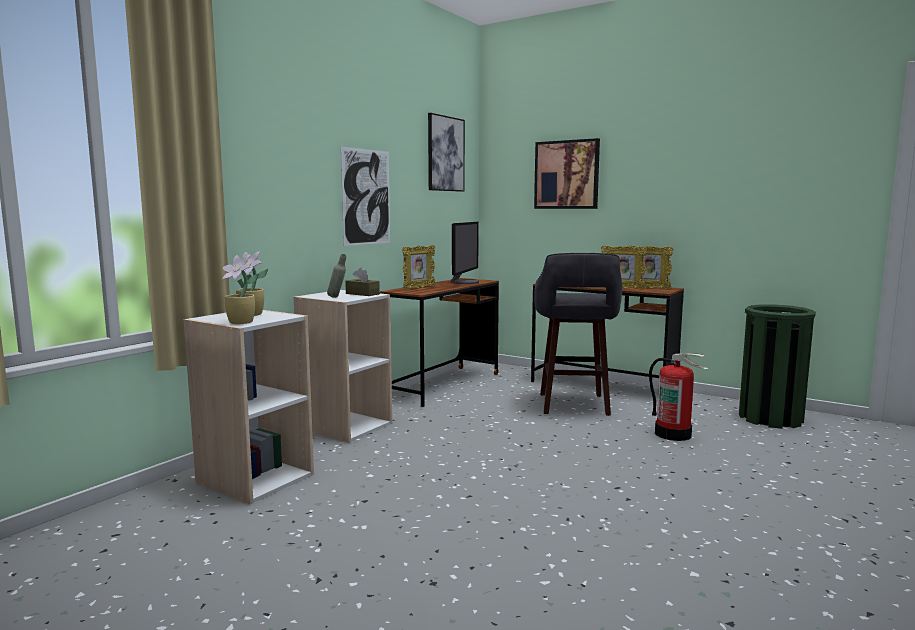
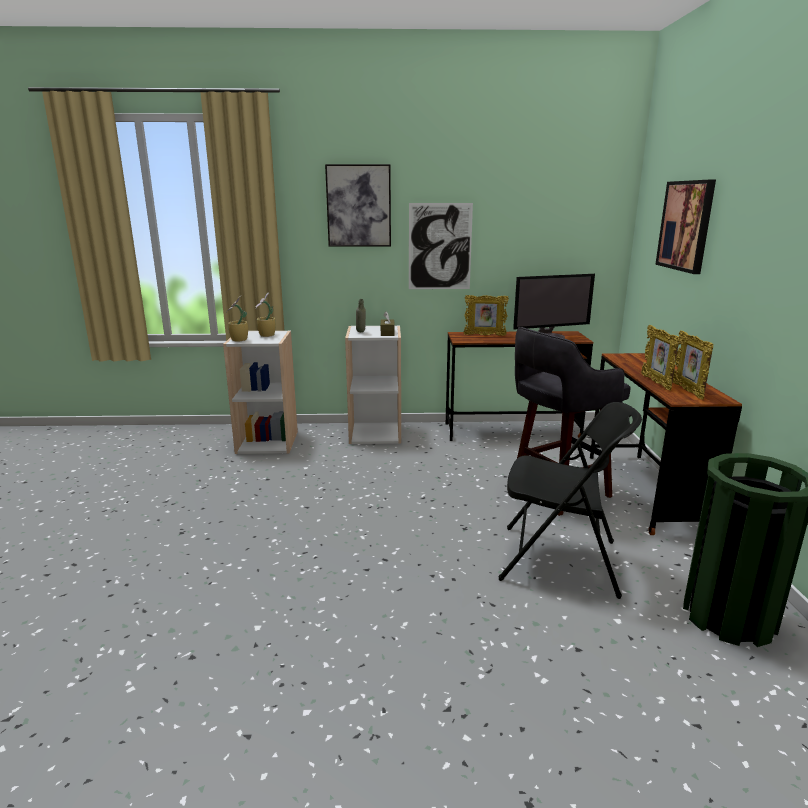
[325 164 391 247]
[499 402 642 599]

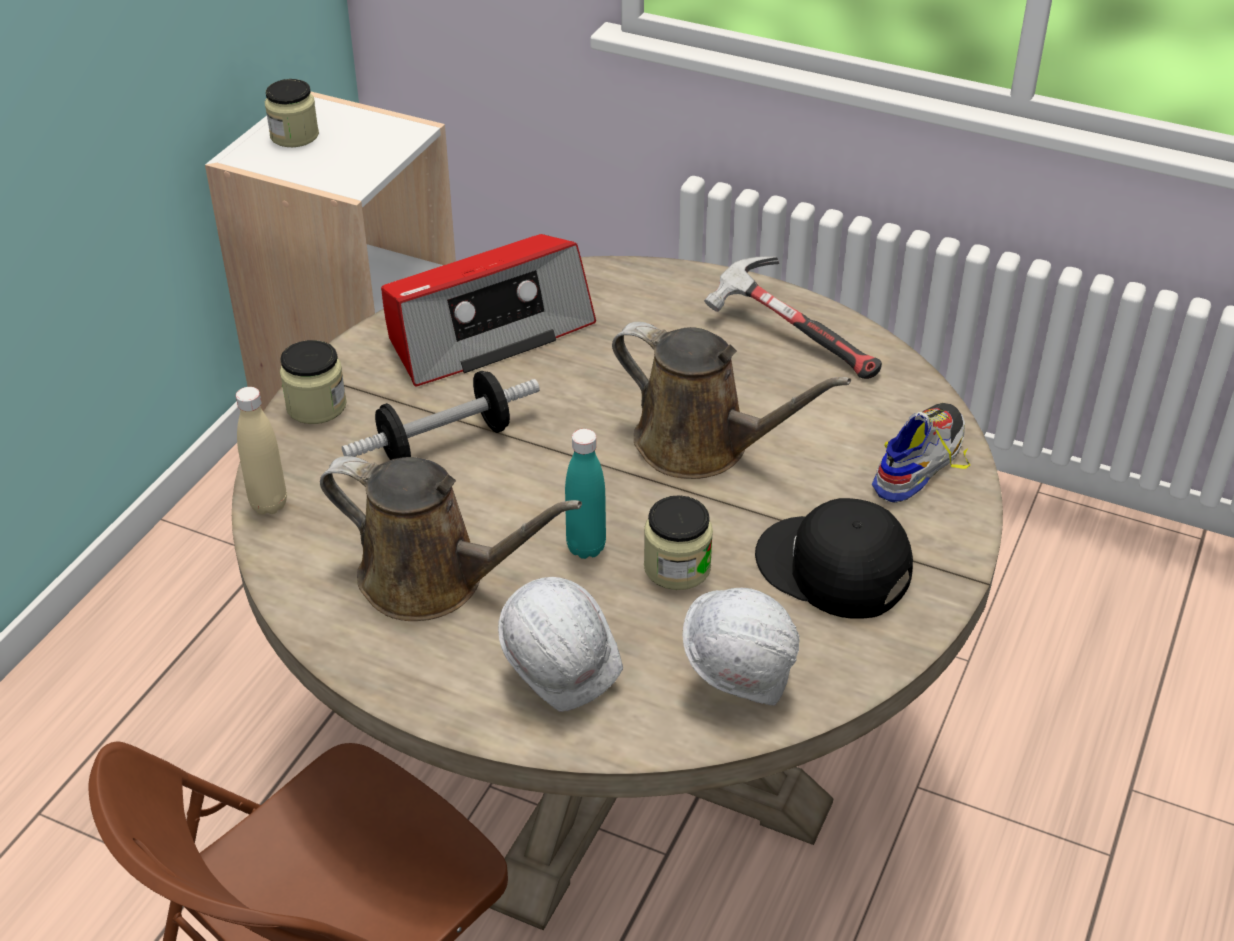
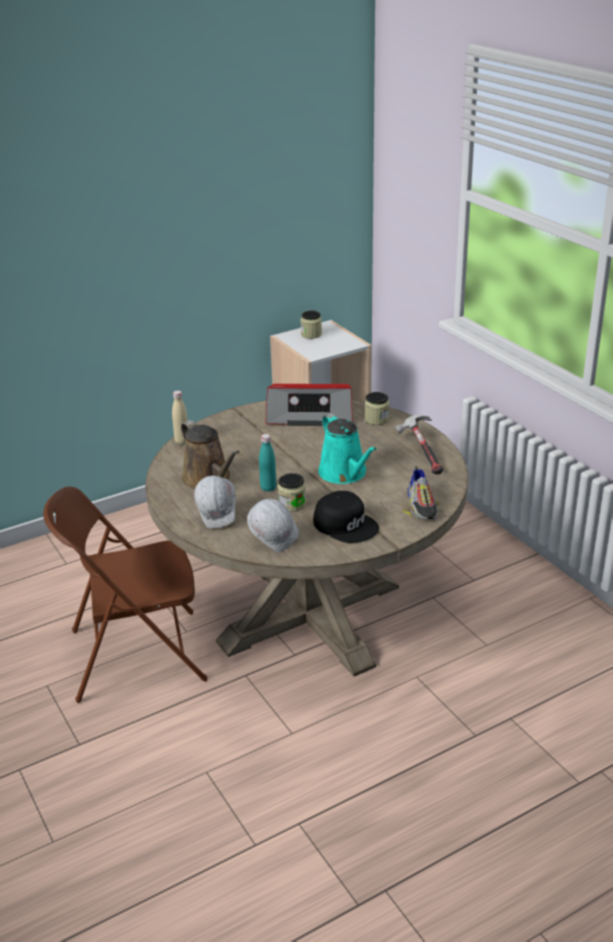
[342 371 540 460] (first image)
[365 392 389 425]
[318 413 377 484]
[313 491 379 543]
[403 467 440 520]

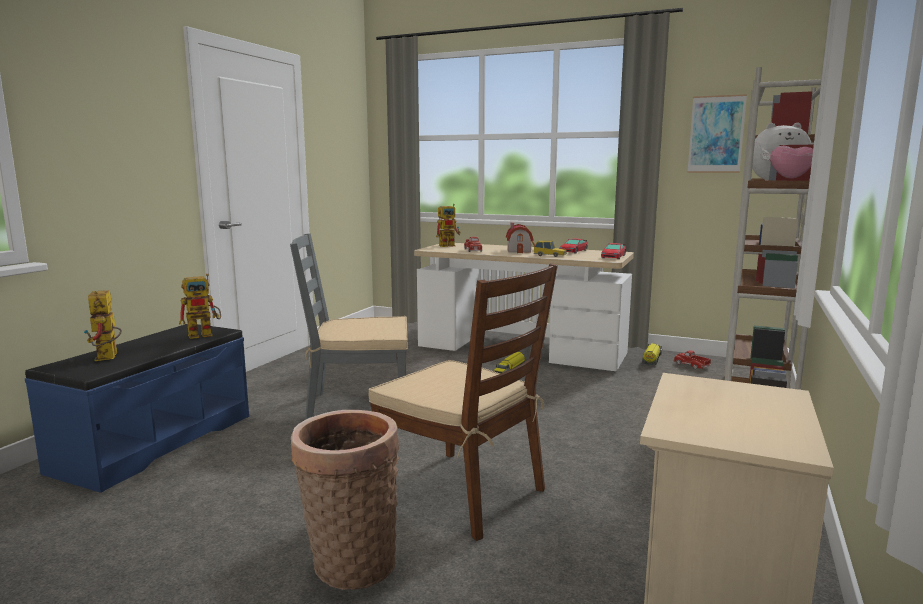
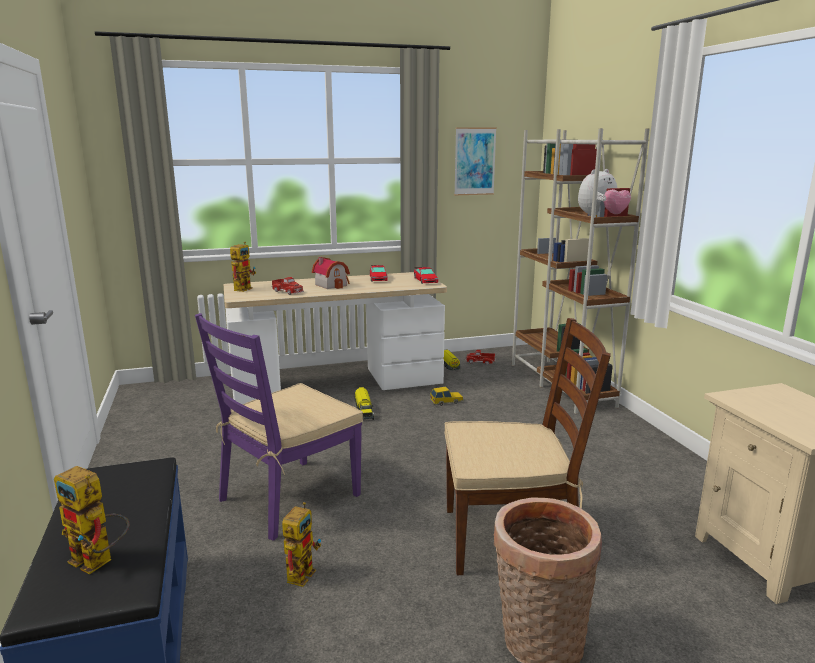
[282 502 321 587]
[430 386 463 406]
[195 313 363 541]

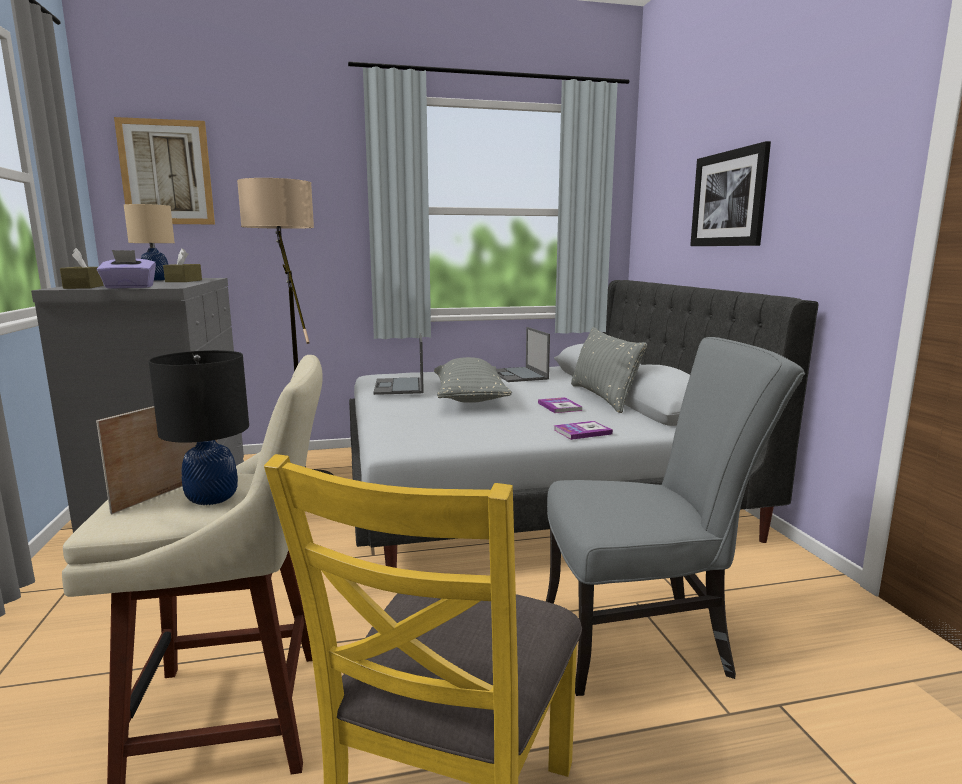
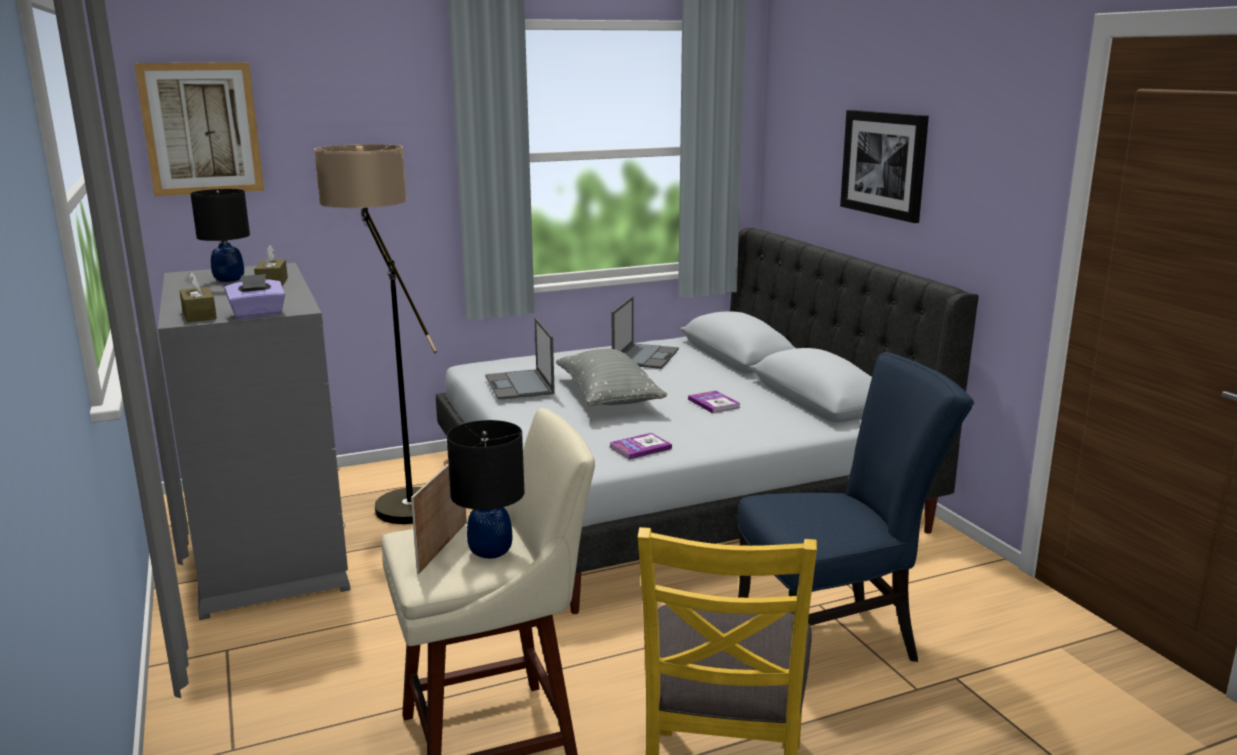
[571 327 647 413] (first image)
[609 433 672 460]
[190 189 250 282]
[738 352 974 662]
[612 296 679 369]

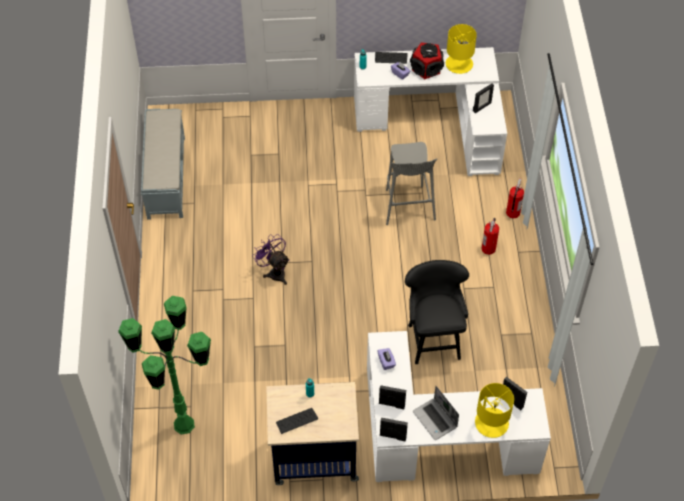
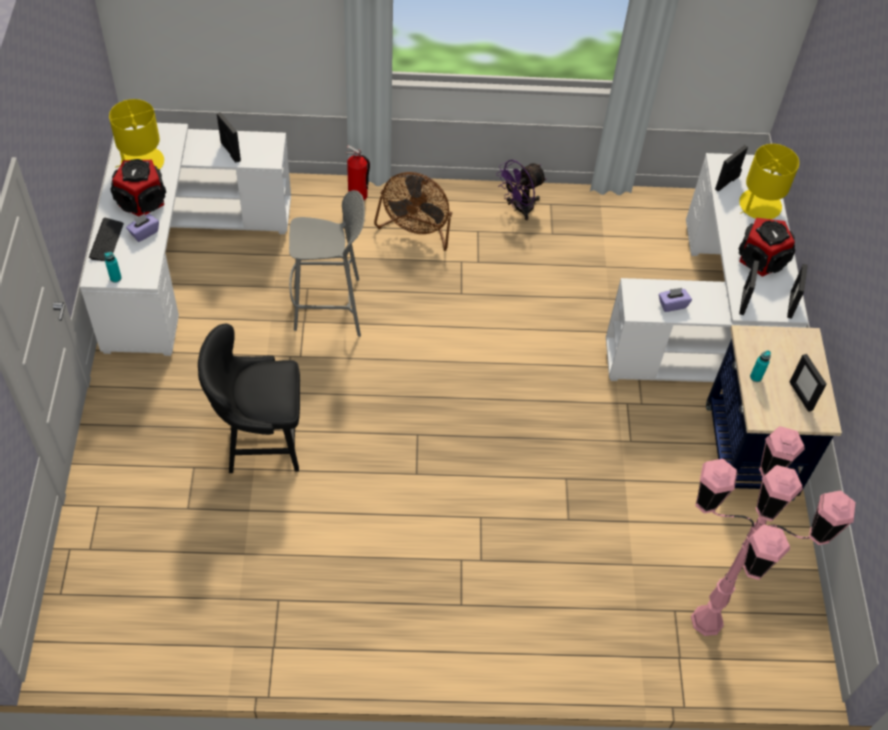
[141 109 185 220] (first image)
[496 160 547 220]
[198 324 300 473]
[789 354 827 412]
[738 218 795 277]
[374 172 452 251]
[691 426 856 636]

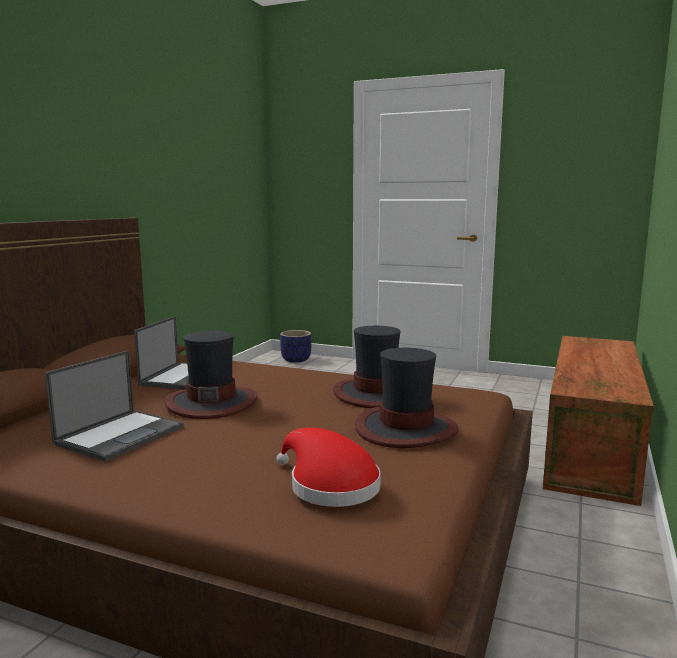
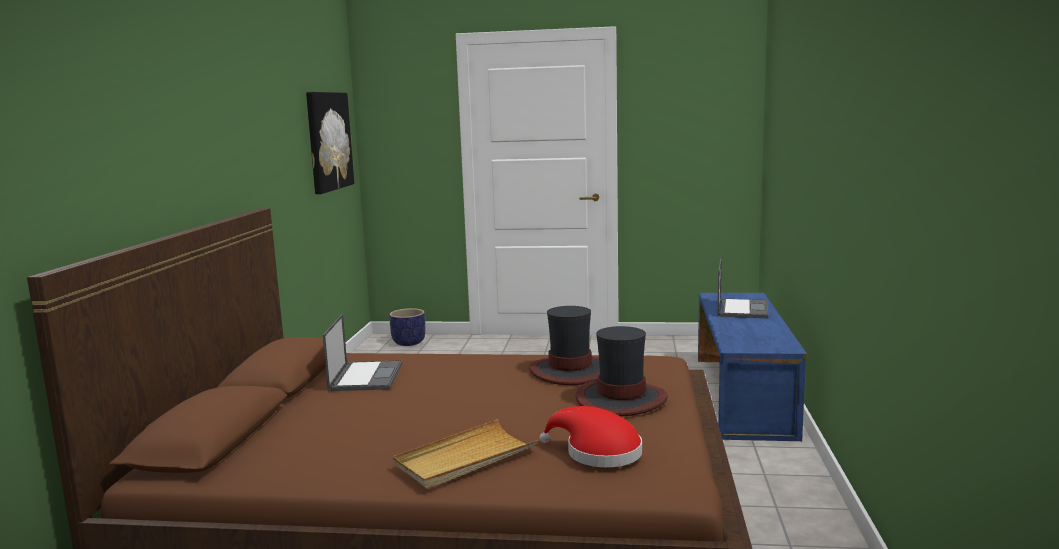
[164 331 258 419] (first image)
[306 92 354 194]
[393 419 539 489]
[717 259 769 318]
[698 293 807 441]

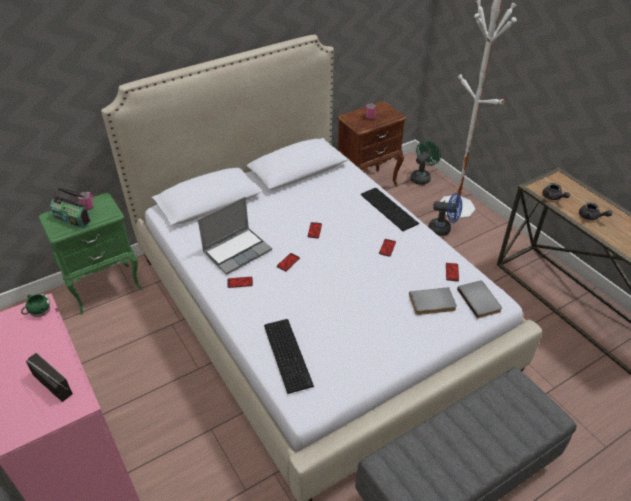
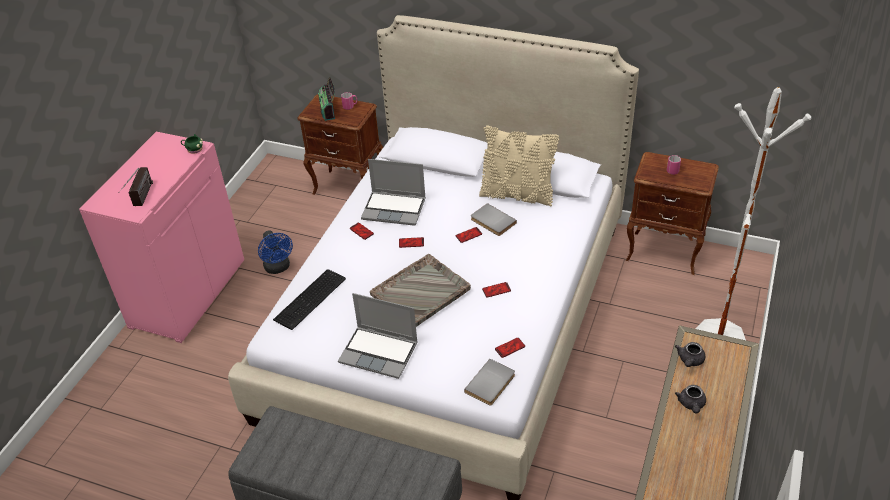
[361 188 419 231] (first image)
[410 140 441 185] (first image)
[338 293 418 379]
[370 254 471 327]
[479 125 559 206]
[471 203 517 236]
[258 230 293 274]
[298 94 383 195]

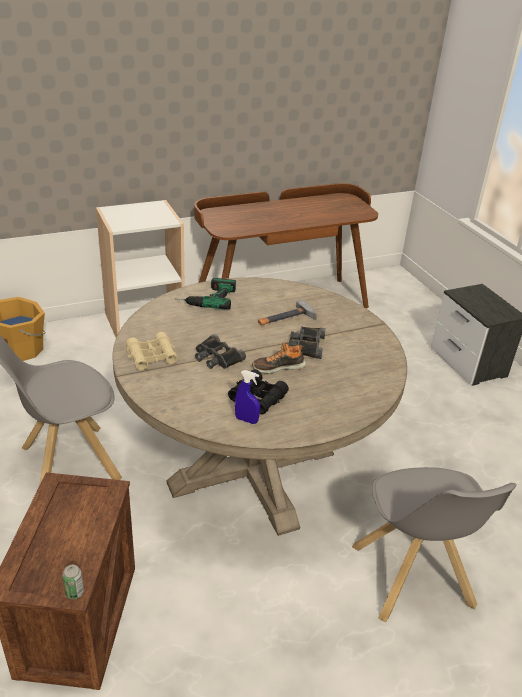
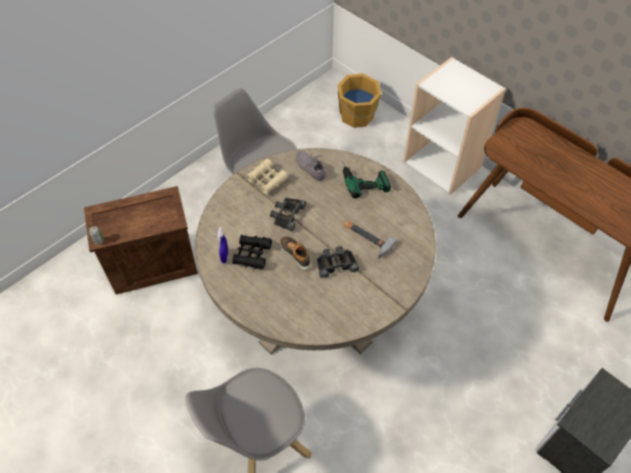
[296 151 326 181]

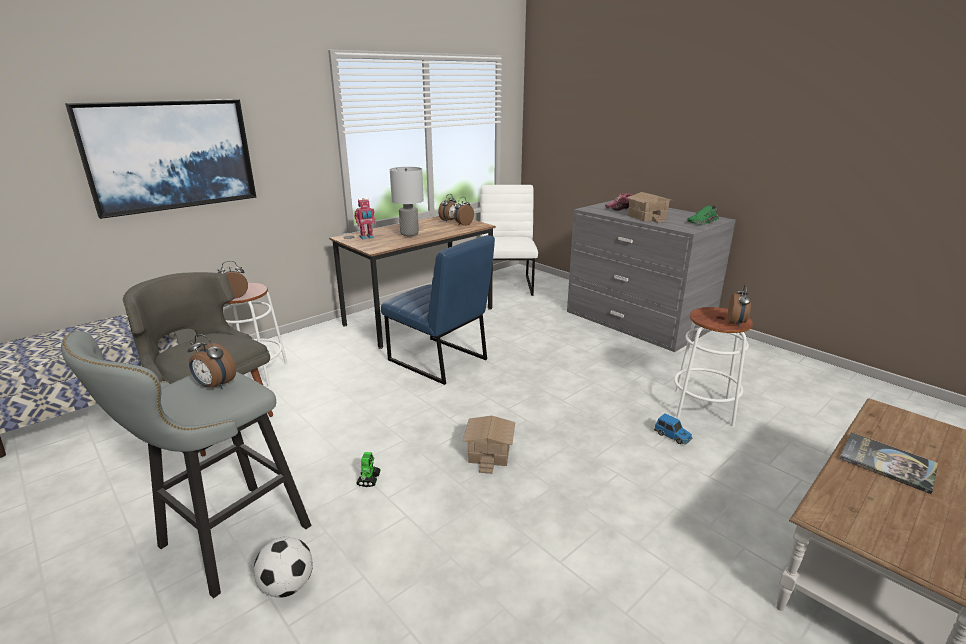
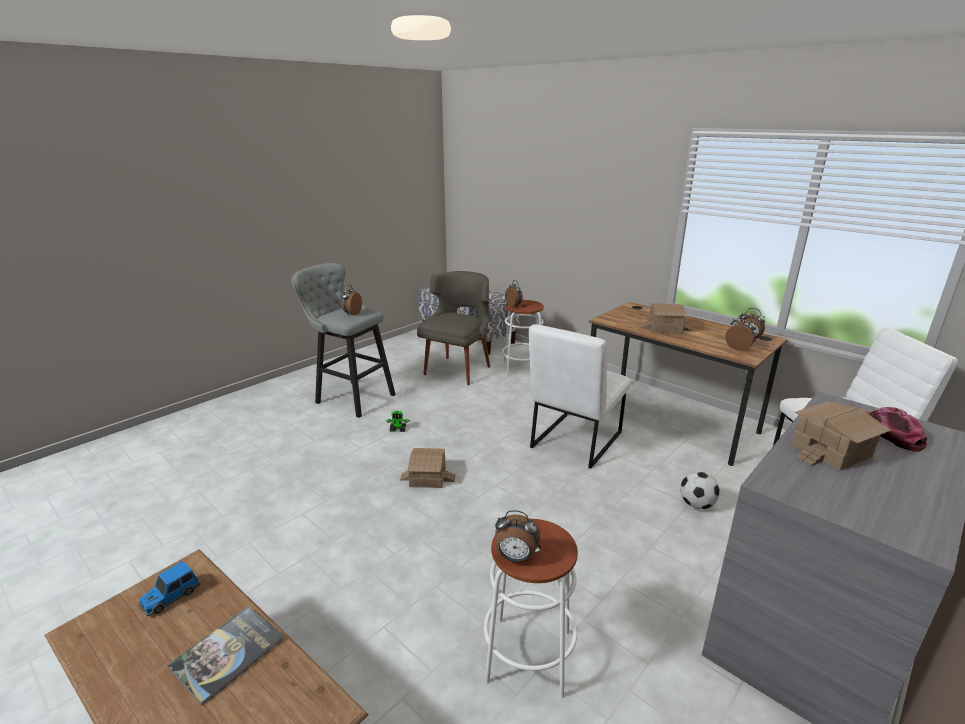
[65 99 256 219] (first image)
[354 198 376 239] (first image)
[688 206 719 224] (first image)
[680 471 720 509]
[138 561 200 616]
[639 303 691 334]
[529 324 631 469]

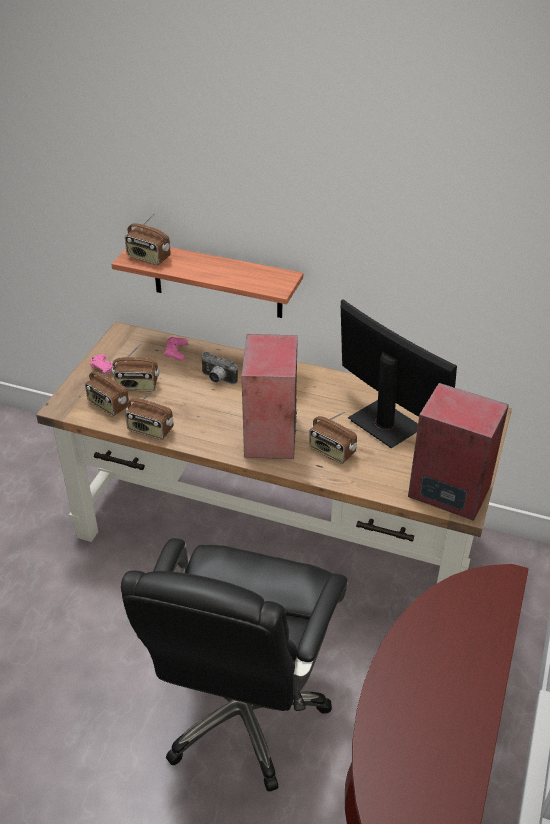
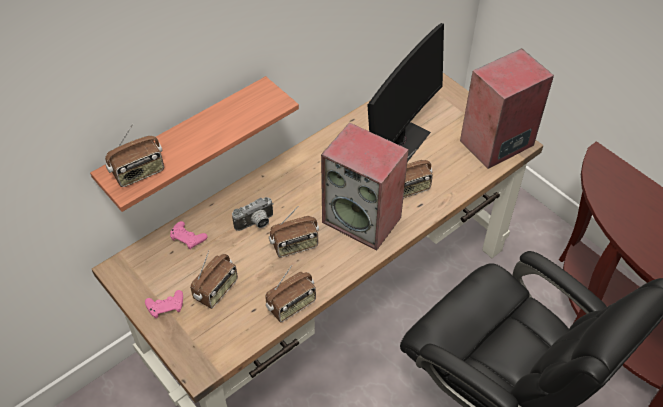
[269 206 319 258]
[368 23 444 162]

